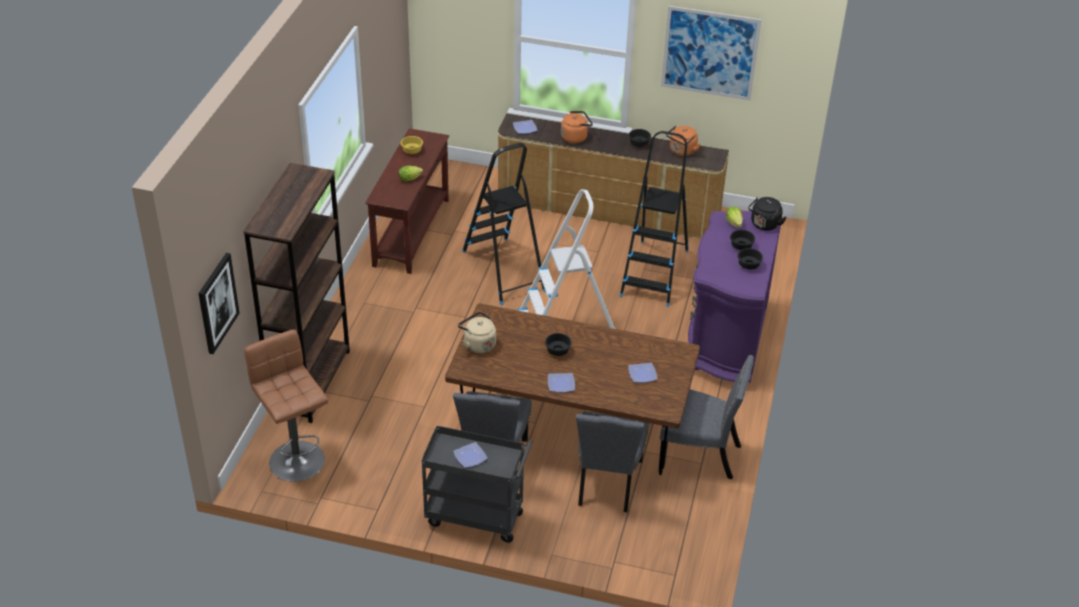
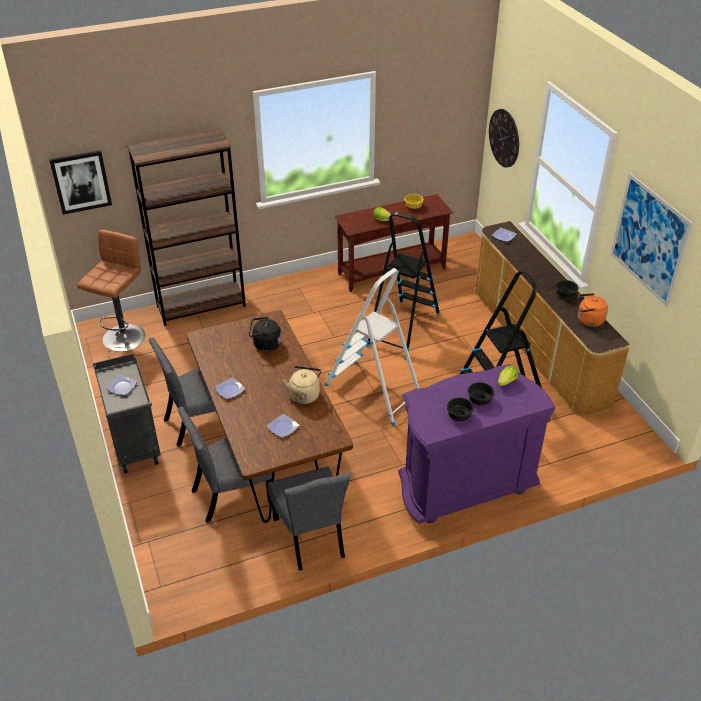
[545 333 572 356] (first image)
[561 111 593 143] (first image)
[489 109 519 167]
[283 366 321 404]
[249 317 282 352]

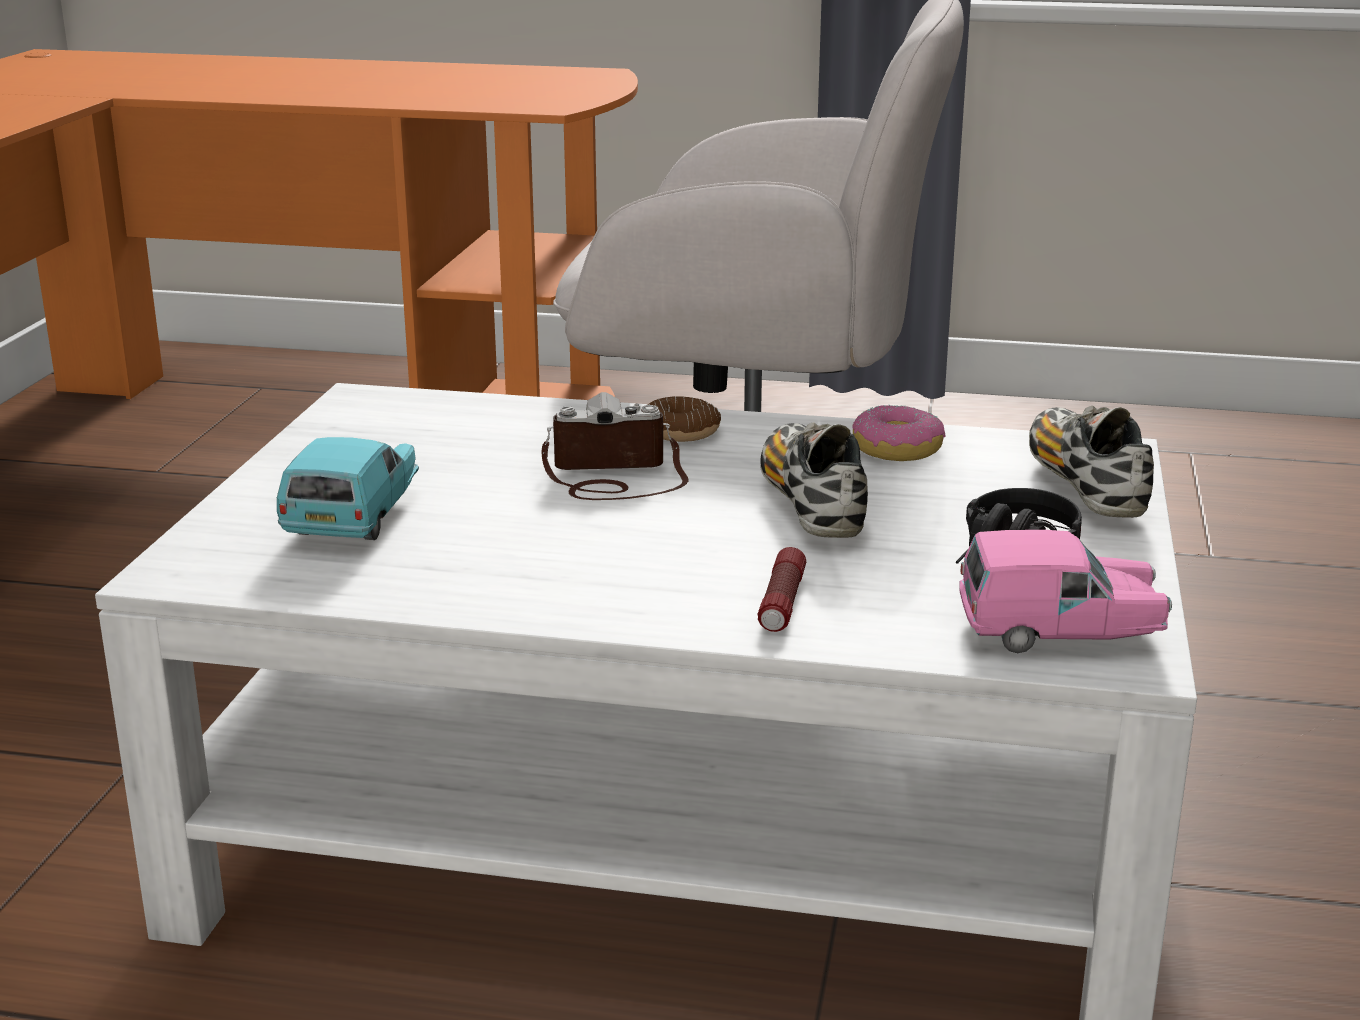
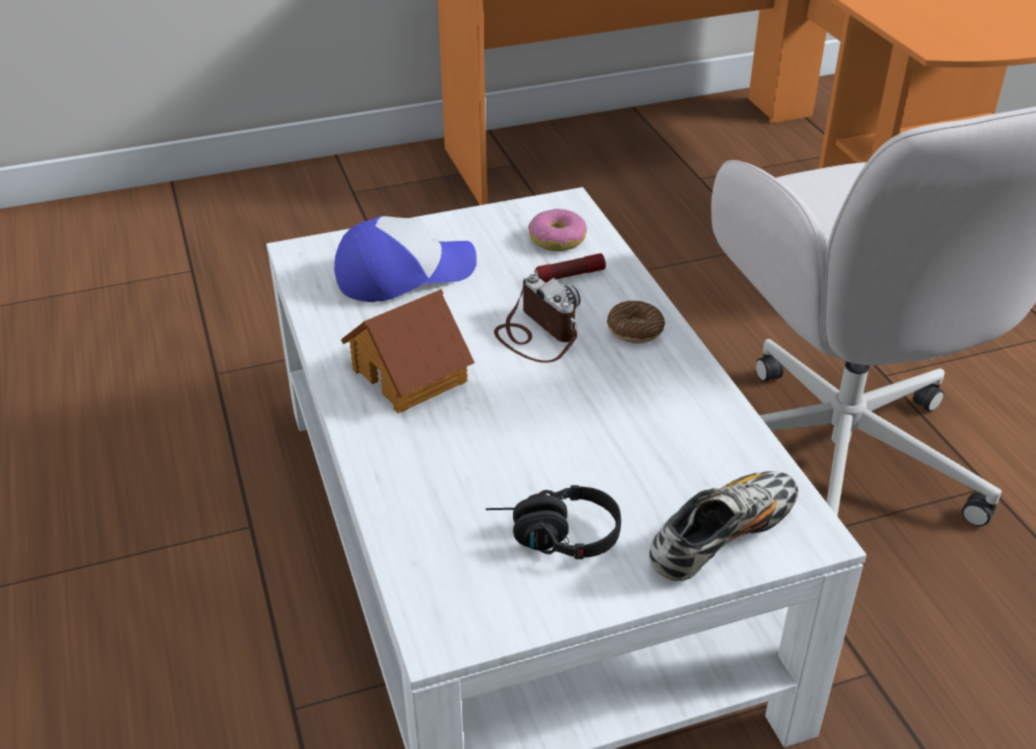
[761 422 868 538] (first image)
[959 530 1172 653] (first image)
[341 289 475 413]
[535 253 606 282]
[528 209 587 251]
[334 216 477 302]

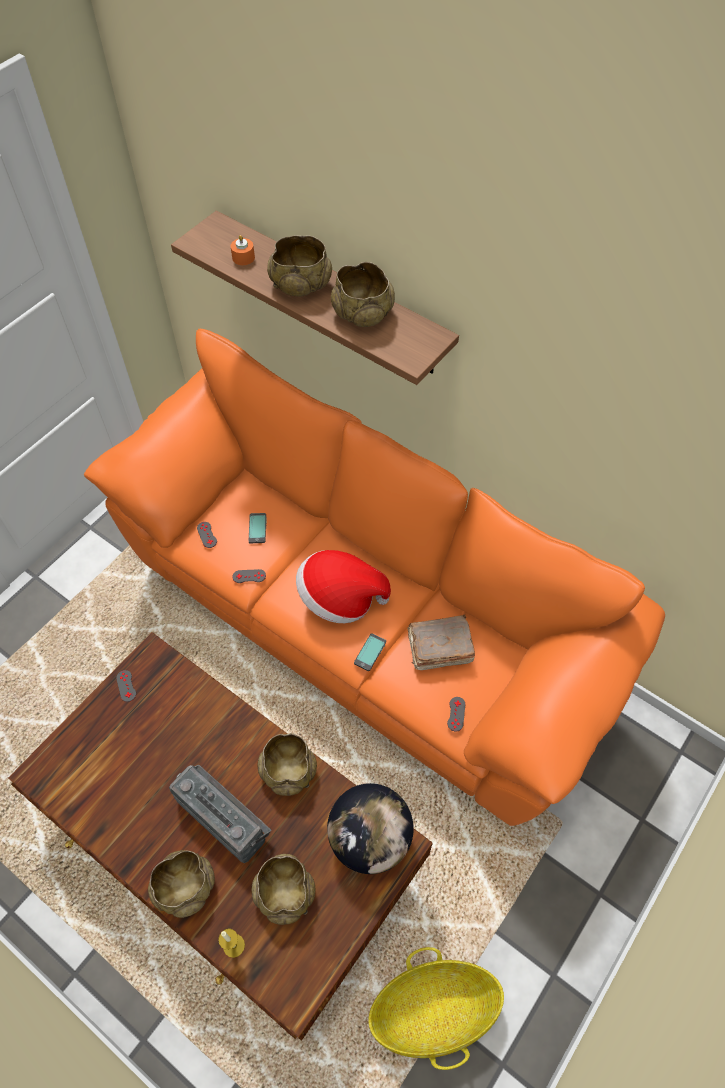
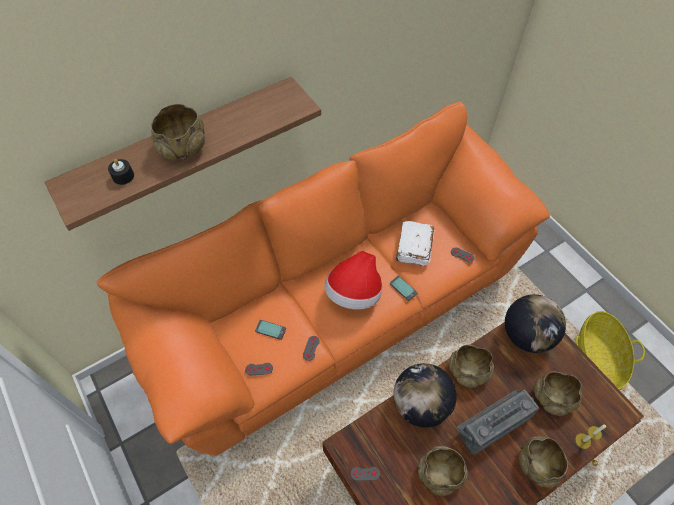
[393 363 457 428]
[418 446 468 496]
[108 159 134 185]
[396 221 434 266]

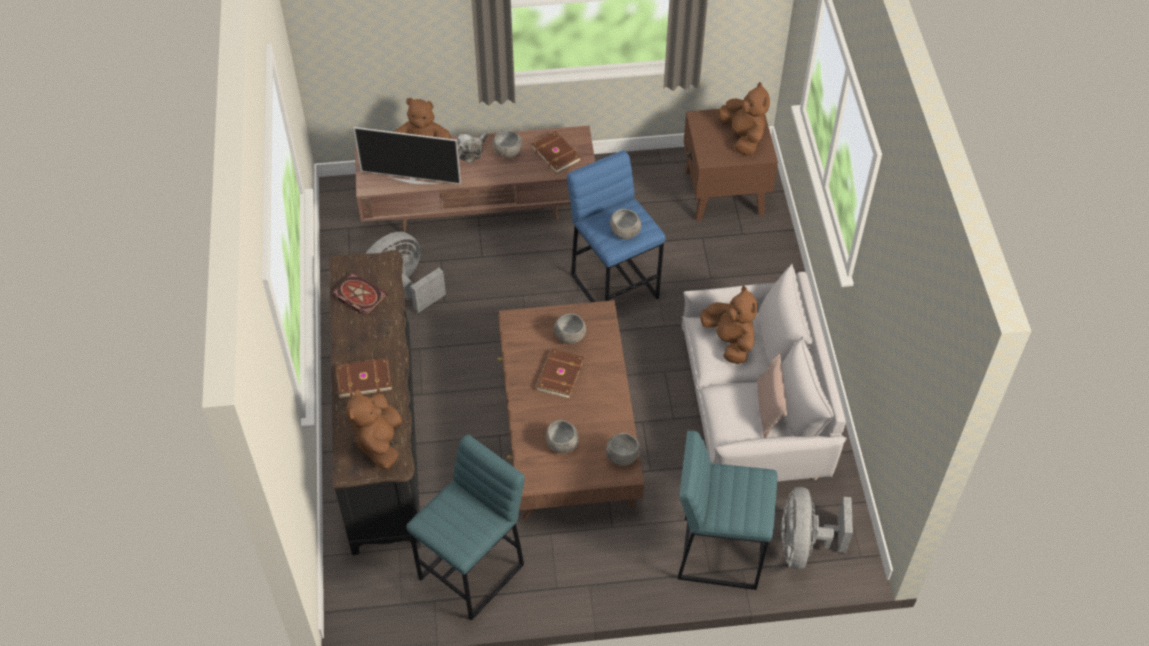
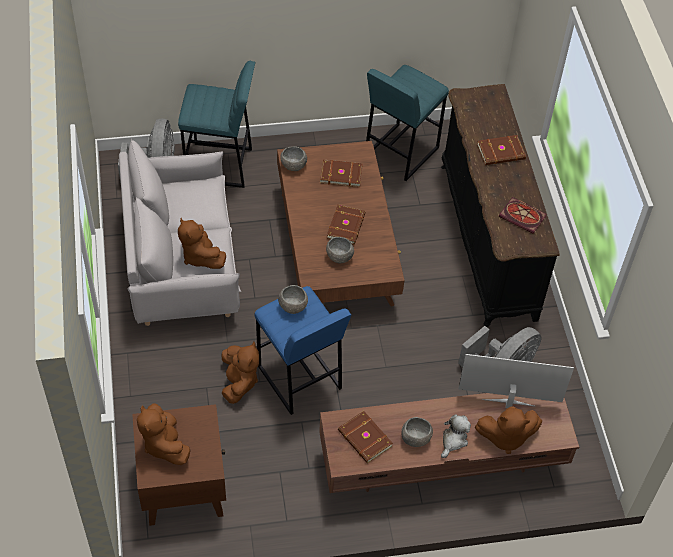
[755 354 787 438] (first image)
[221 342 259 404]
[320 159 363 187]

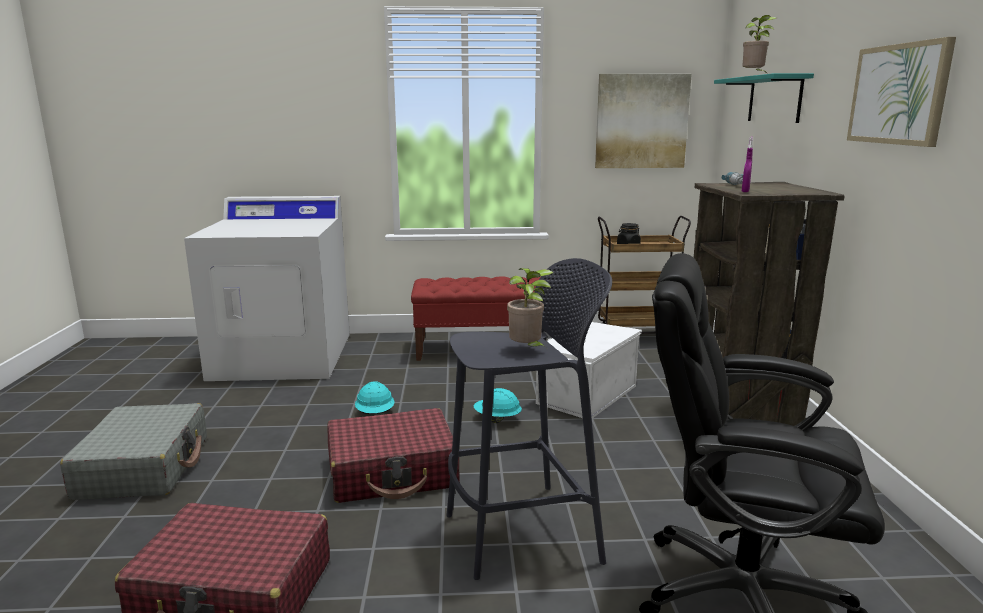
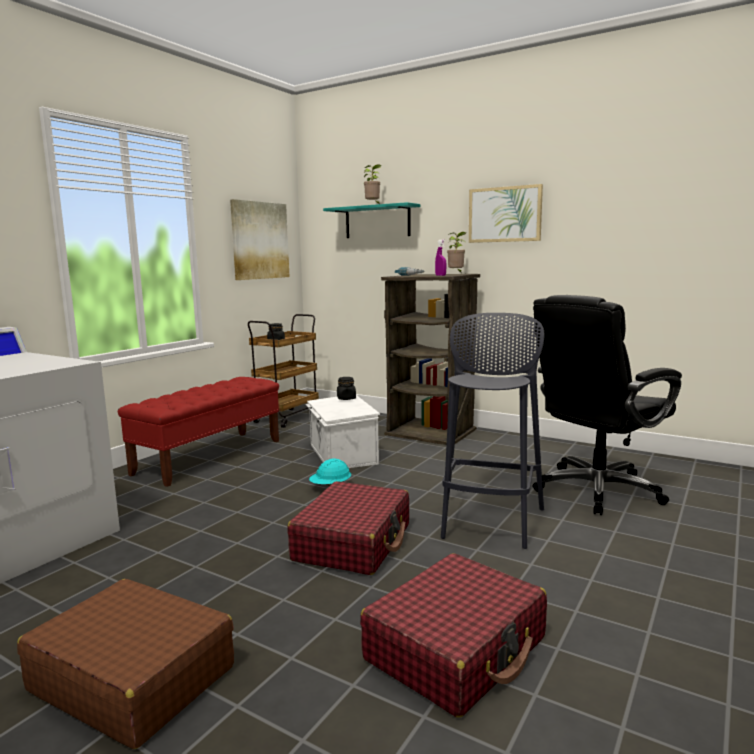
[355 381 395 414] (first image)
[337 377 356 400]
[447 232 466 272]
[17 579 234 749]

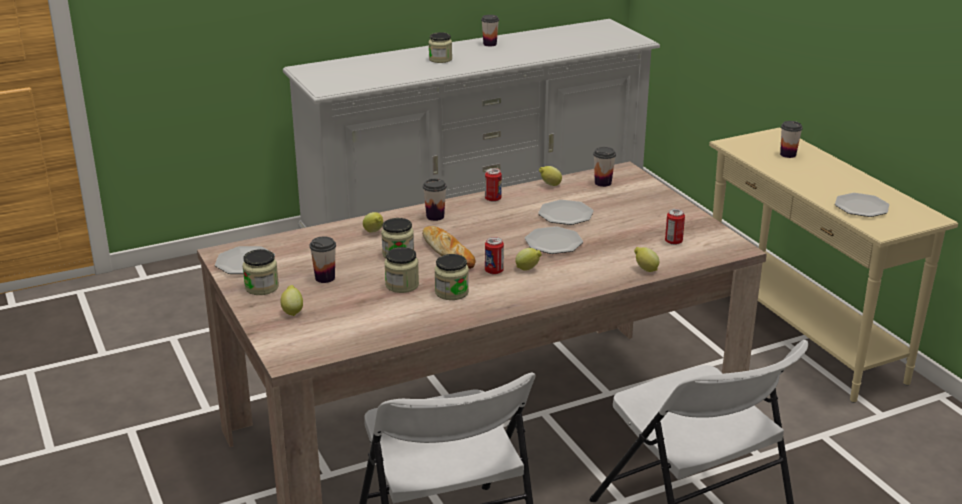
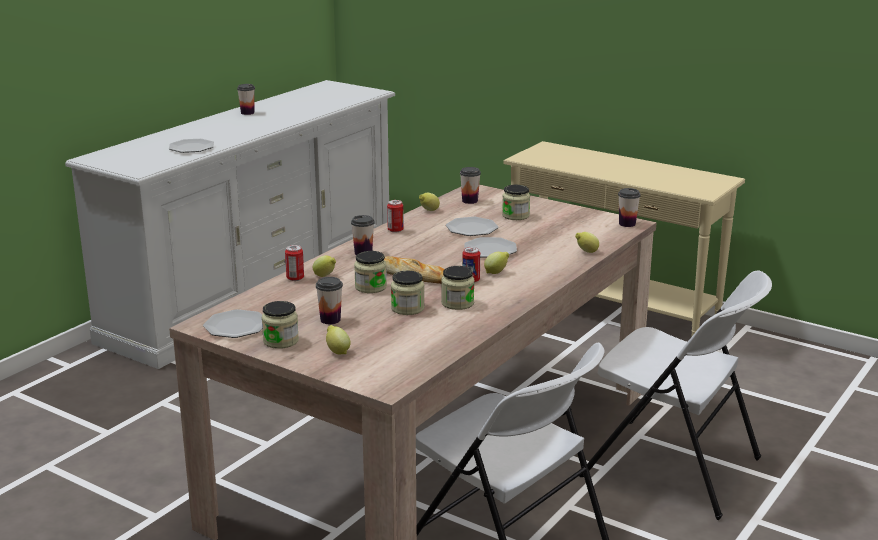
[502 185 530 220]
[285 245 304 281]
[618 188 641 227]
[169 139 214 153]

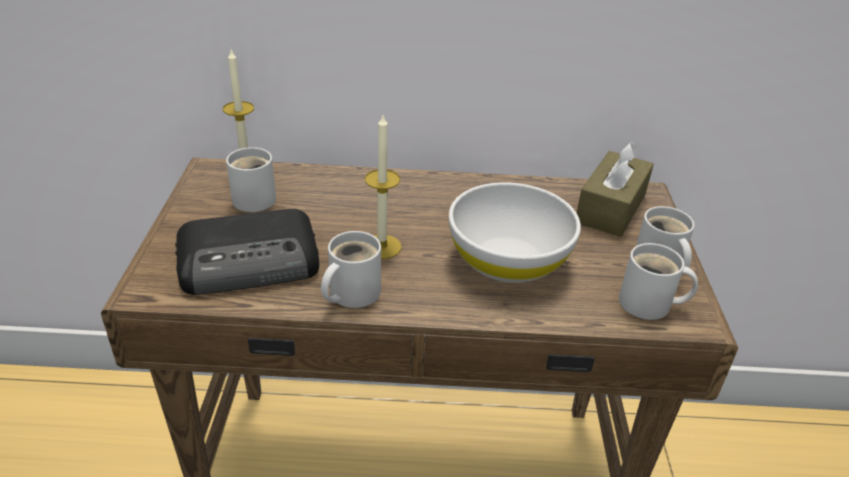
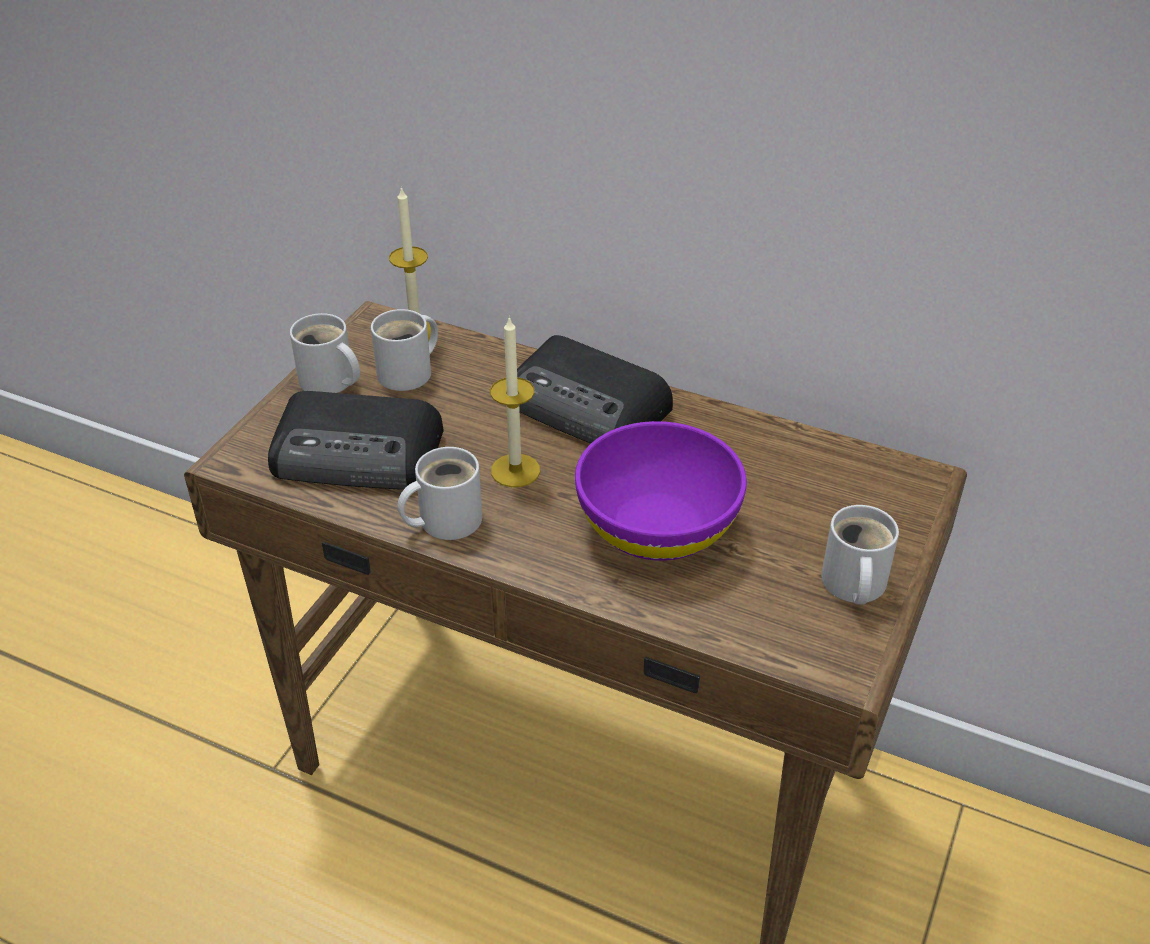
[577 141 654 237] (first image)
[517 335 673 444]
[290 313 360 393]
[575 421 747 561]

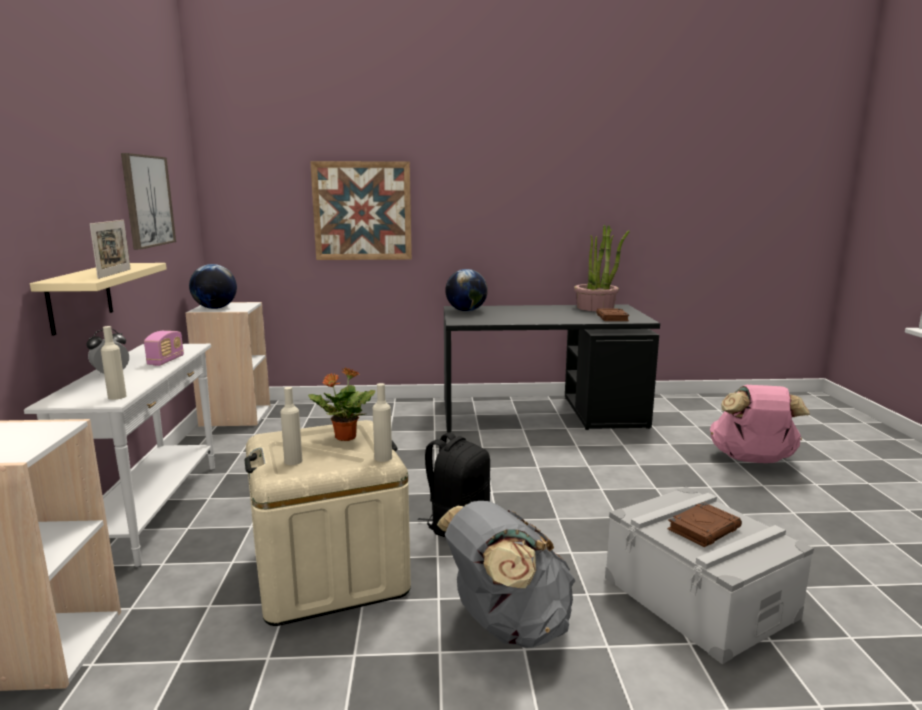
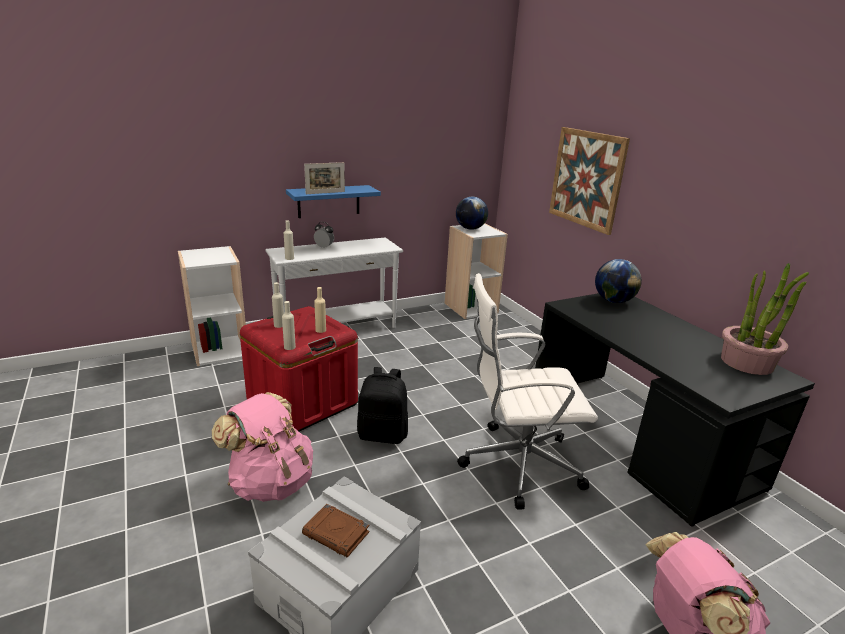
[121 153 176 250] (first image)
[144 331 184 366] (first image)
[596 308 629 321] (first image)
[457 273 598 510]
[314 287 326 333]
[286 185 381 218]
[240 306 358 431]
[212 392 313 502]

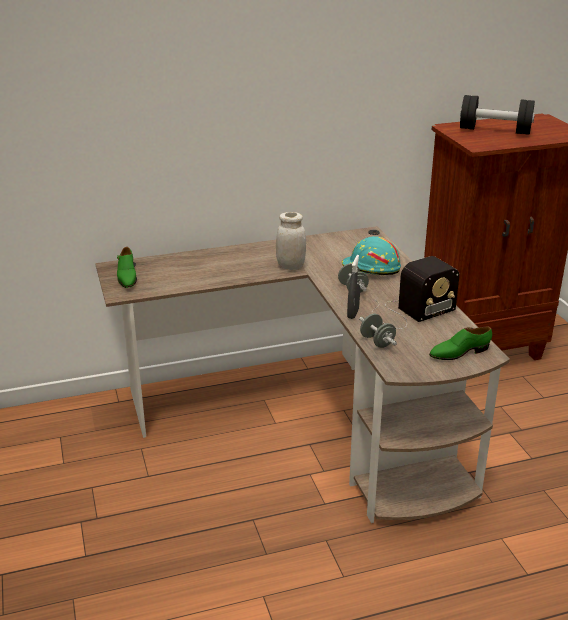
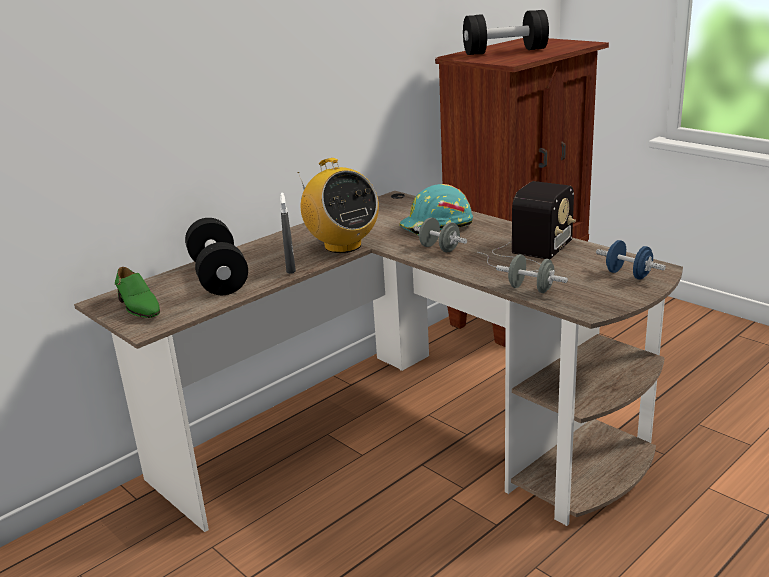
[185 218 248 295]
[280 192 296 274]
[298 158 379 253]
[596 240 666 280]

